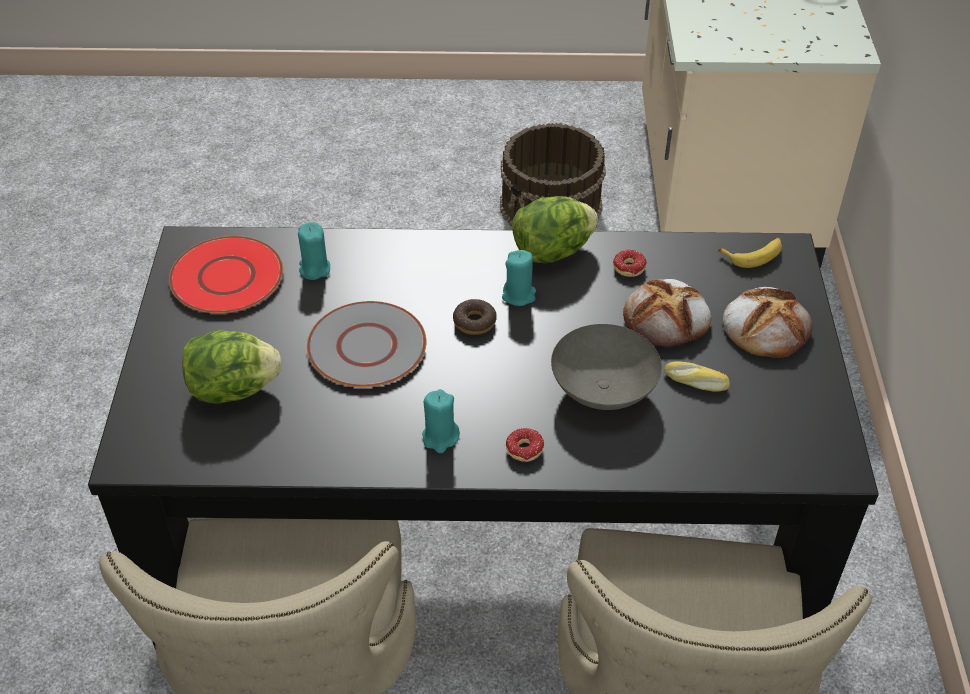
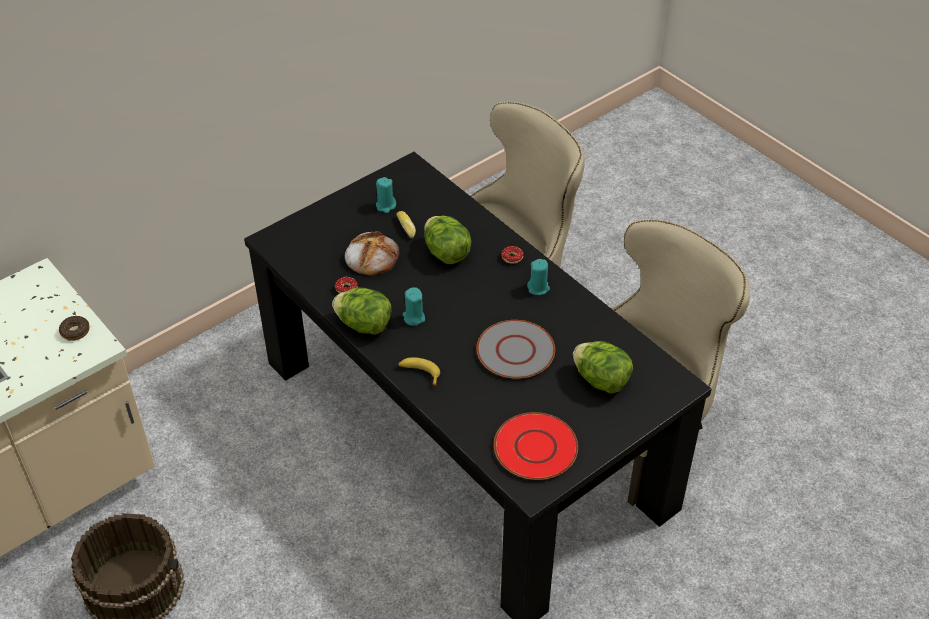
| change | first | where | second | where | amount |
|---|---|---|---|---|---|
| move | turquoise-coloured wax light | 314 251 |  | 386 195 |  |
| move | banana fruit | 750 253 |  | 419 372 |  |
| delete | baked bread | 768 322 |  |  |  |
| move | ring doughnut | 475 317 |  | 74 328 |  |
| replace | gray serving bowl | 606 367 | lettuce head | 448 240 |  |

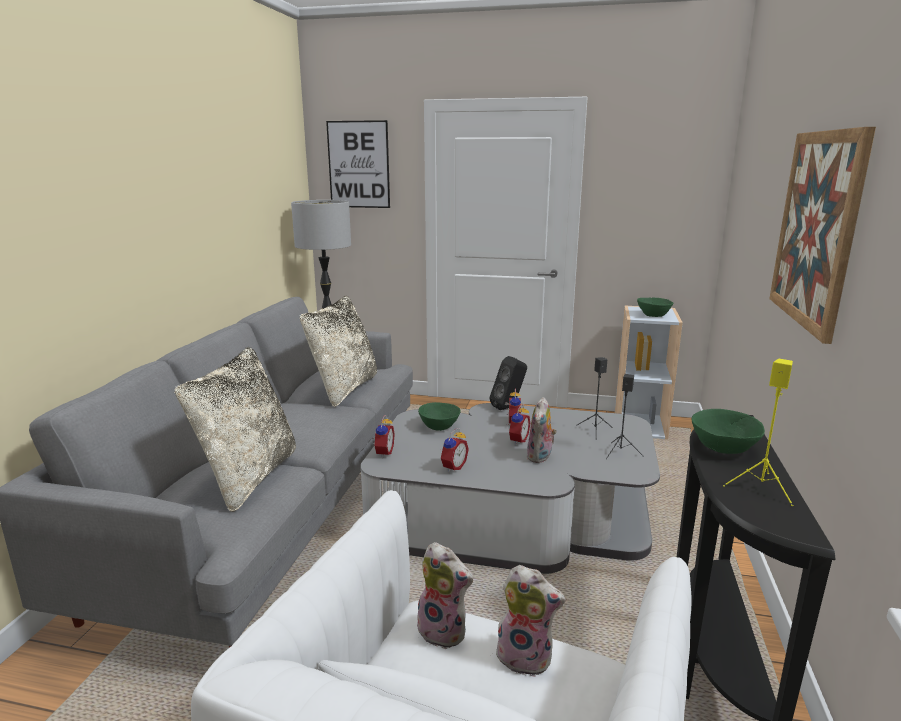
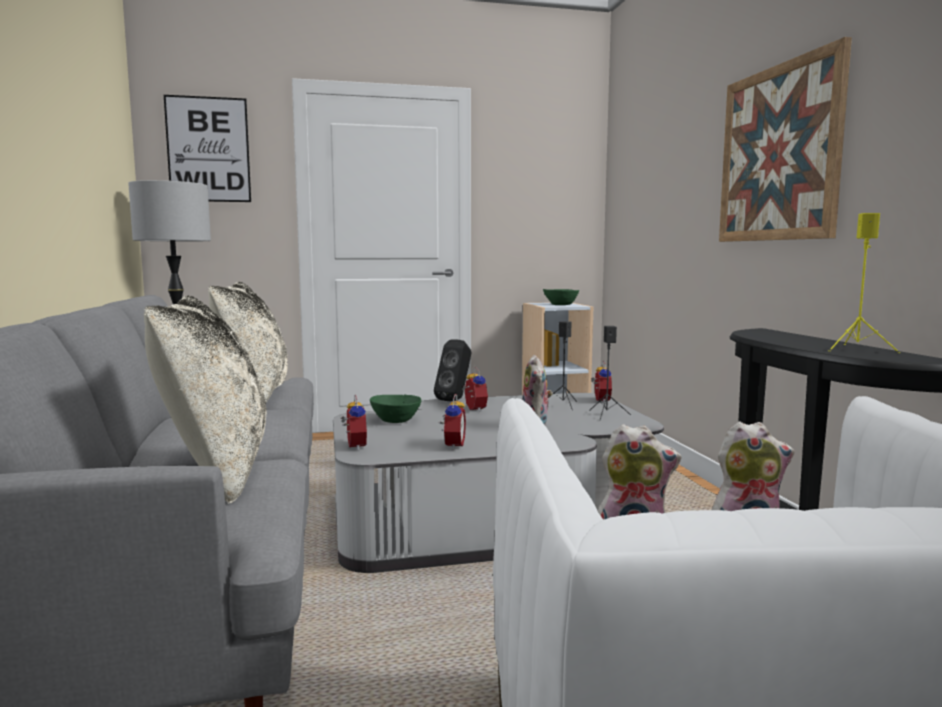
| change | first | where | second | where | amount |
|---|---|---|---|---|---|
| move | bedside clock | 518 424 |  | 601 381 |  |
| delete | green-coloured serving bowl | 728 431 |  |  |  |

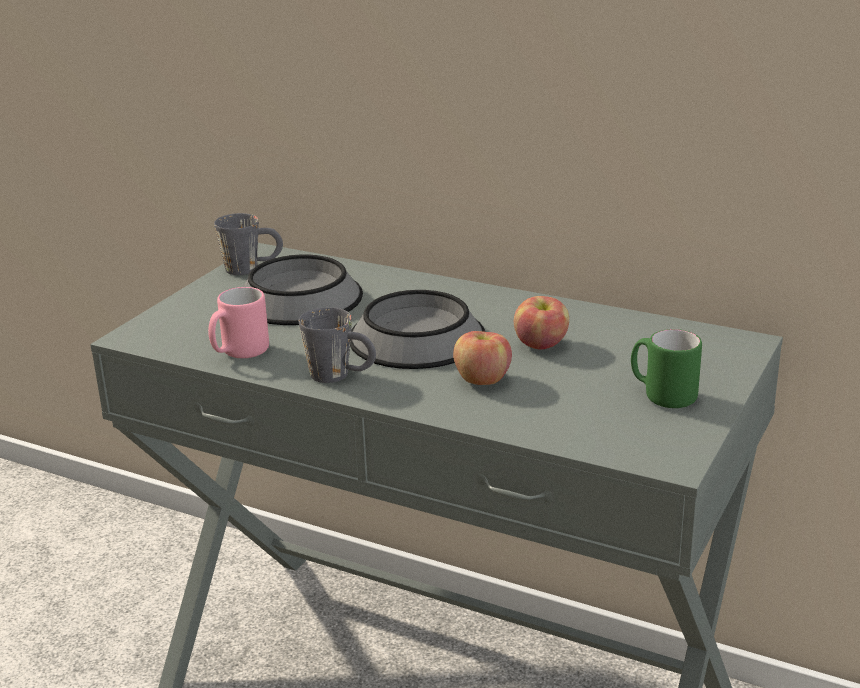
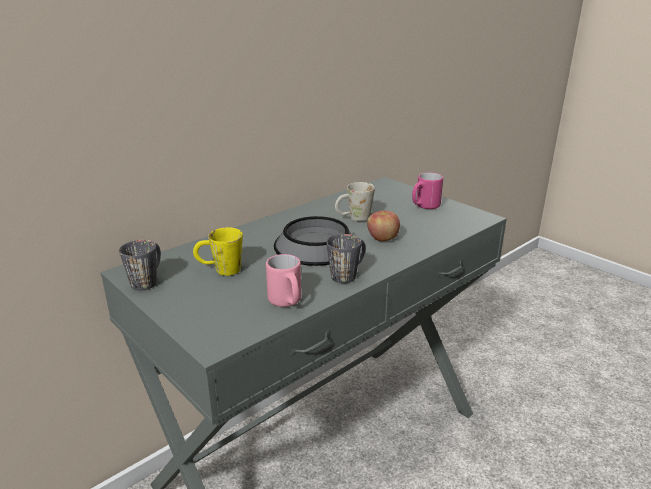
| change | first | where | second | where | amount |
|---|---|---|---|---|---|
| replace | serving bowl | 303 290 | yellow-coloured coffee mug | 218 251 |  |
| replace | apple fruit | 541 323 | whitish coffee mug | 355 201 |  |
| recolor | green-coloured coffee mug | 666 368 | pink coffee mug | 427 190 |  |

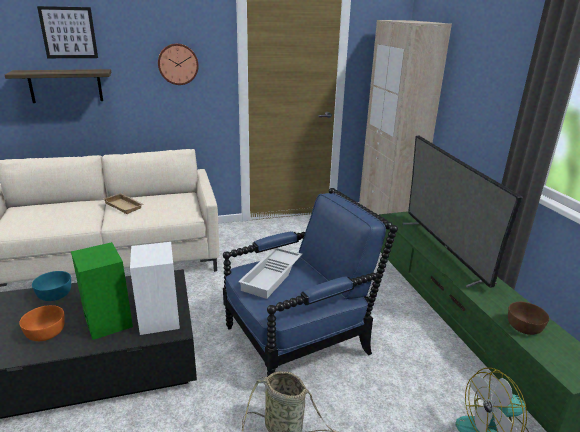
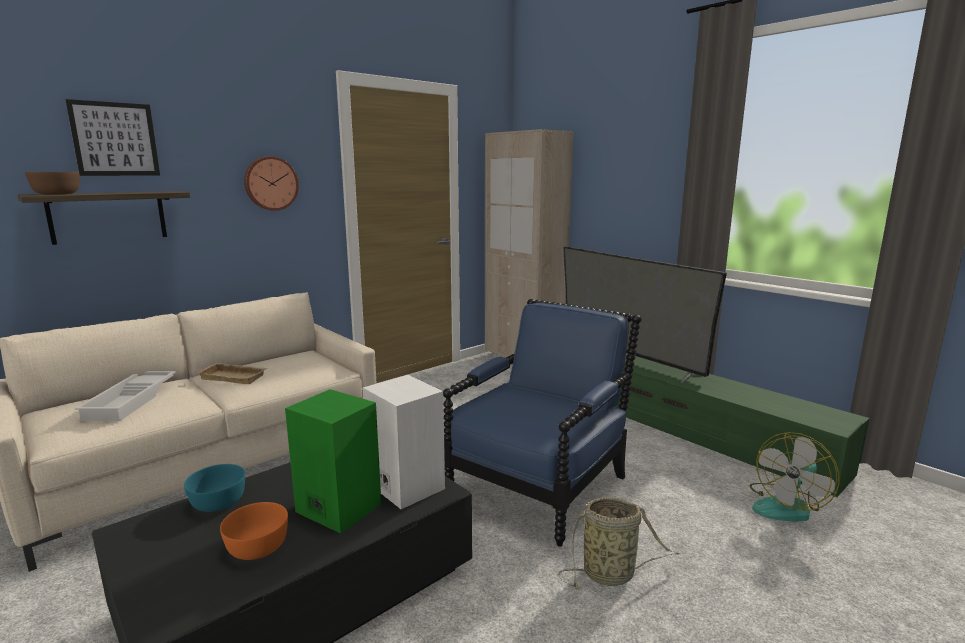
| change | first | where | second | where | amount |
|---|---|---|---|---|---|
| move | whitish serving tray | 270 273 |  | 125 396 |  |
| move | brown-coloured serving bowl | 528 318 |  | 52 183 |  |

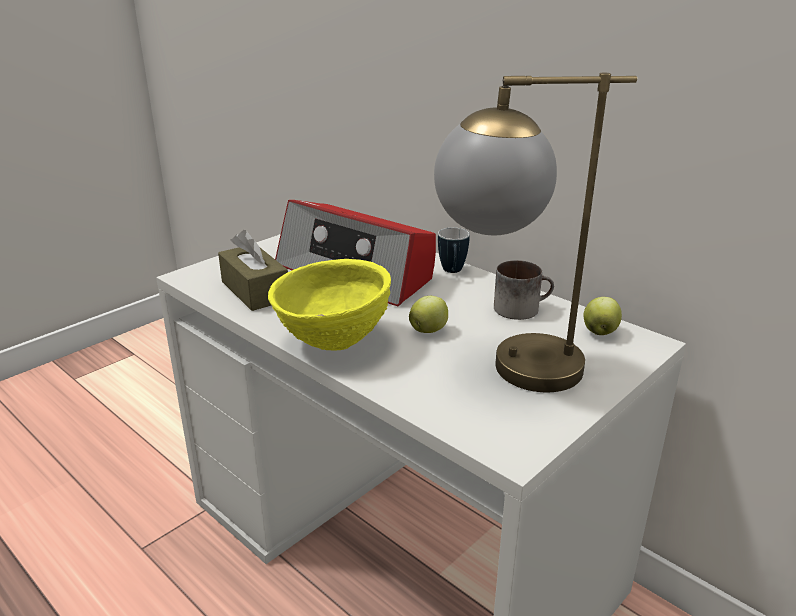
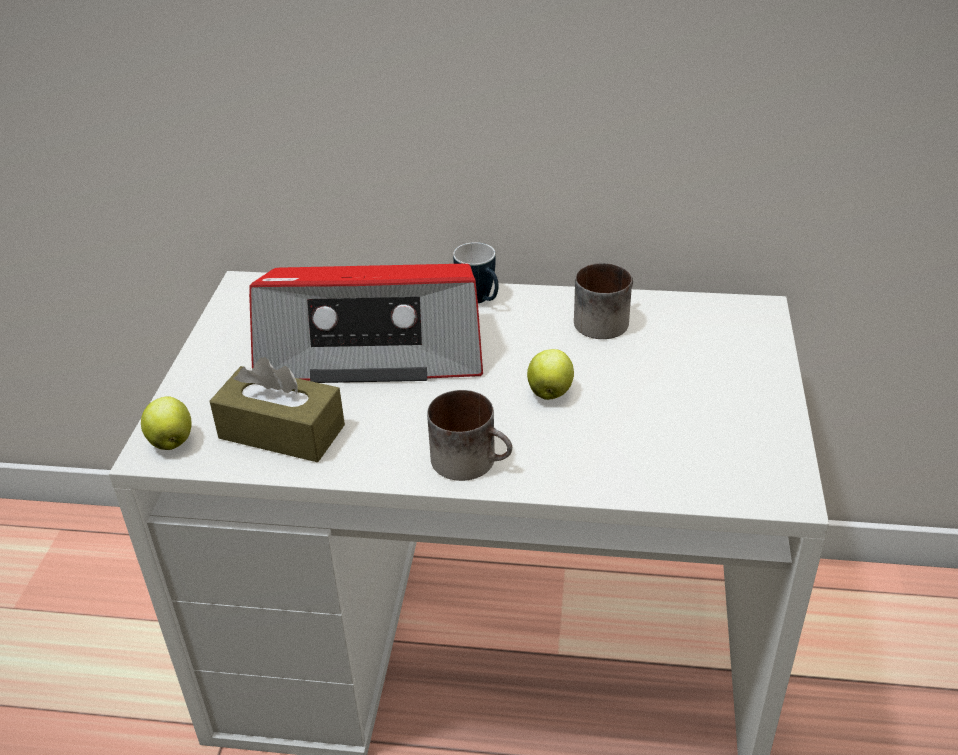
| change | first | where | second | where | amount |
|---|---|---|---|---|---|
| delete | tabletop lamp | 535 232 |  |  |  |
| replace | yellow-coloured serving bowl | 329 305 | coffee mug | 469 435 |  |
| move | apple fruit | 602 316 |  | 166 423 |  |

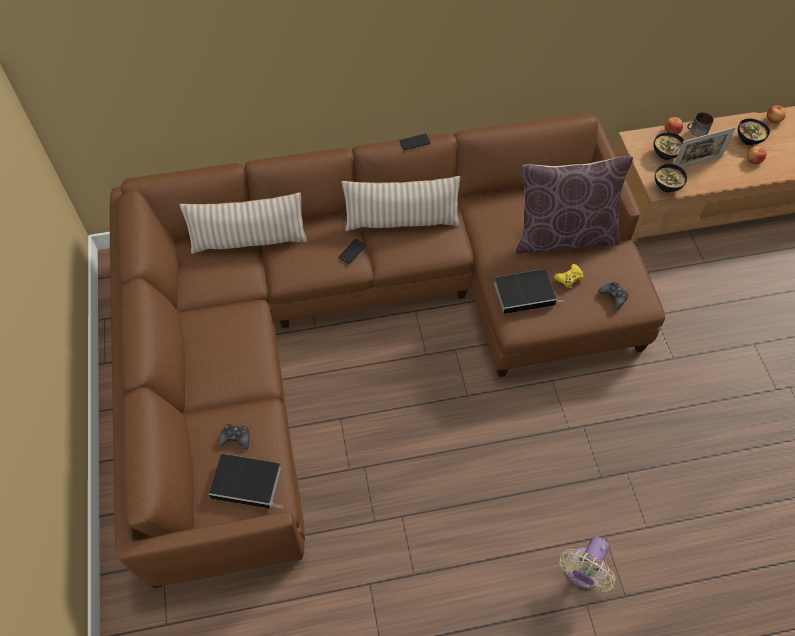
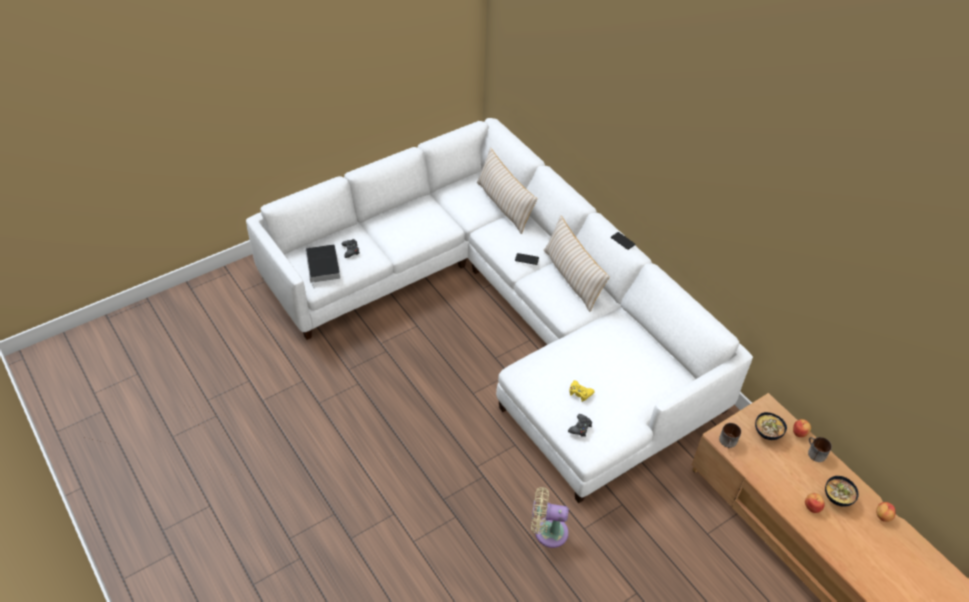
| change | first | where | second | where | amount |
|---|---|---|---|---|---|
| recolor | brown-coloured couch | 387 350 | whitish couch | 499 310 |  |
| delete | standing frame | 705 147 |  |  |  |
| delete | brown-coloured throw pillow | 574 205 |  |  |  |
| replace | serving bowl | 671 178 | coffee mug | 730 435 |  |
| delete | bound book | 529 291 |  |  |  |
| move | beige electric fan | 587 564 |  | 550 517 |  |

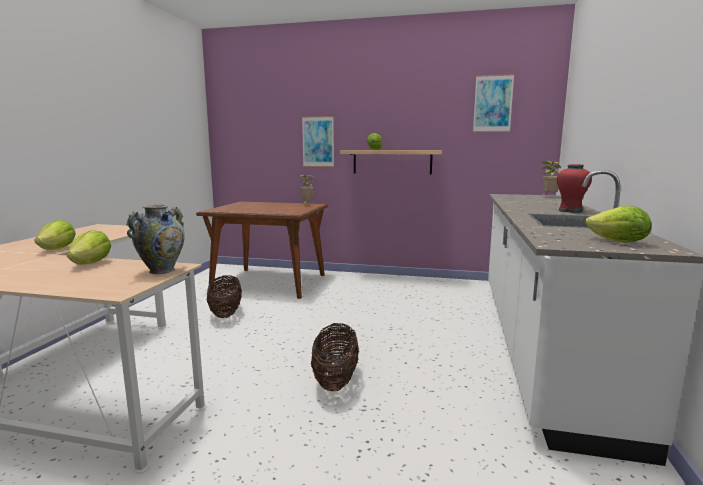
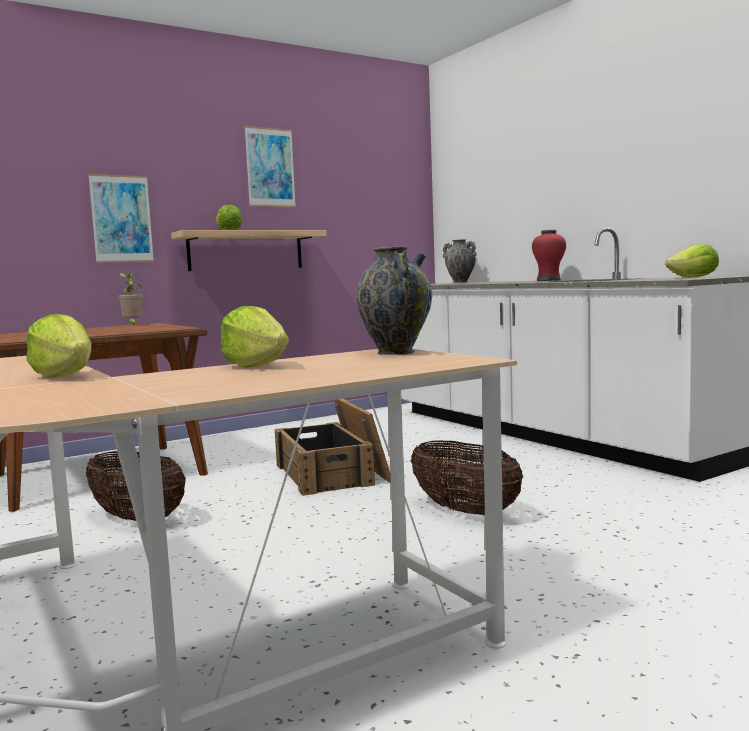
| change | first | where | second | where | amount |
|---|---|---|---|---|---|
| move | wall art | 493 103 |  | 270 166 |  |
| replace | potted plant | 551 178 | flower vase | 460 261 |  |
| insert |  |  | shipping crate | 333 447 |  |

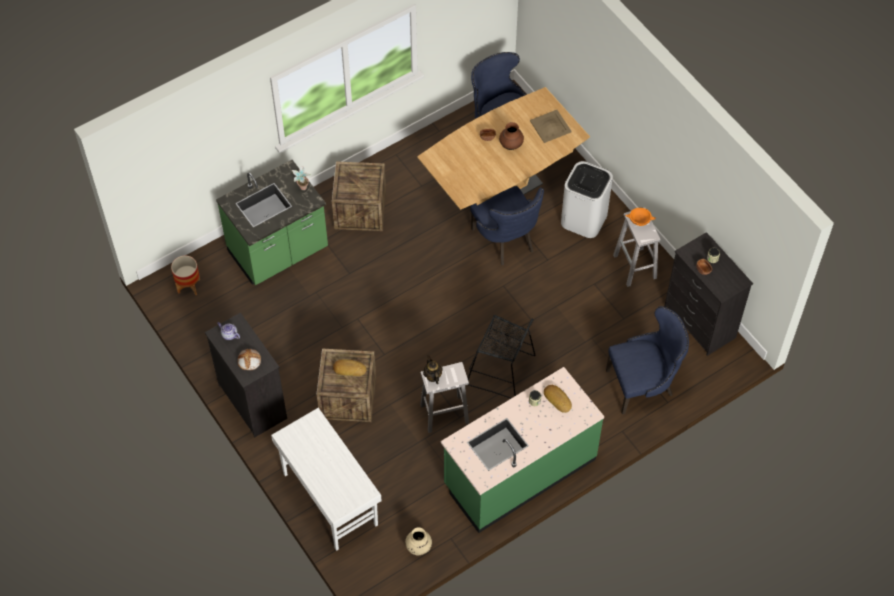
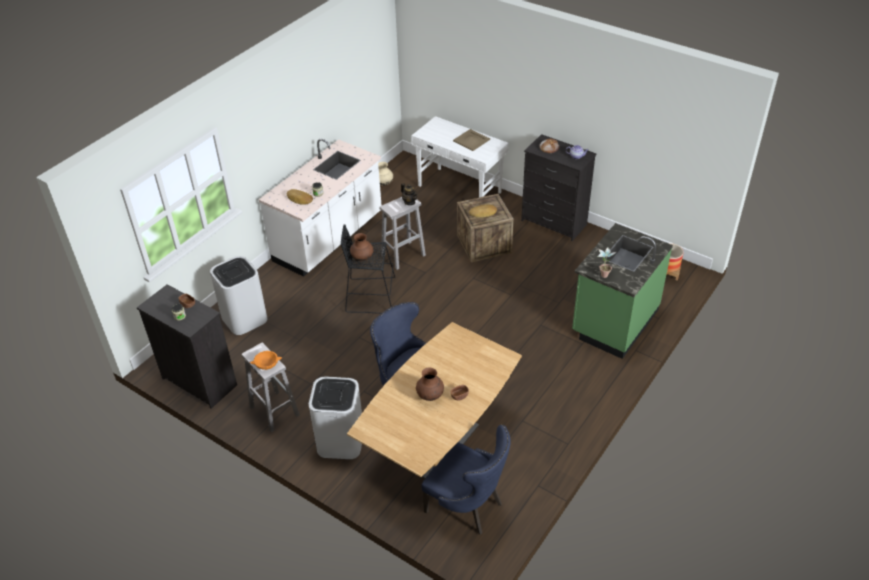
| change | first | where | second | where | amount |
|---|---|---|---|---|---|
| move | beige serving tray | 551 126 |  | 471 140 |  |
| delete | shipping crate | 359 196 |  |  |  |
| replace | blue-coloured plain chair | 647 360 | whitish waste bin | 239 295 |  |
| recolor | green-coloured kitchen counter | 522 450 | whitish kitchen counter | 320 208 |  |
| insert |  |  | brown-coloured flower vase | 362 247 |  |

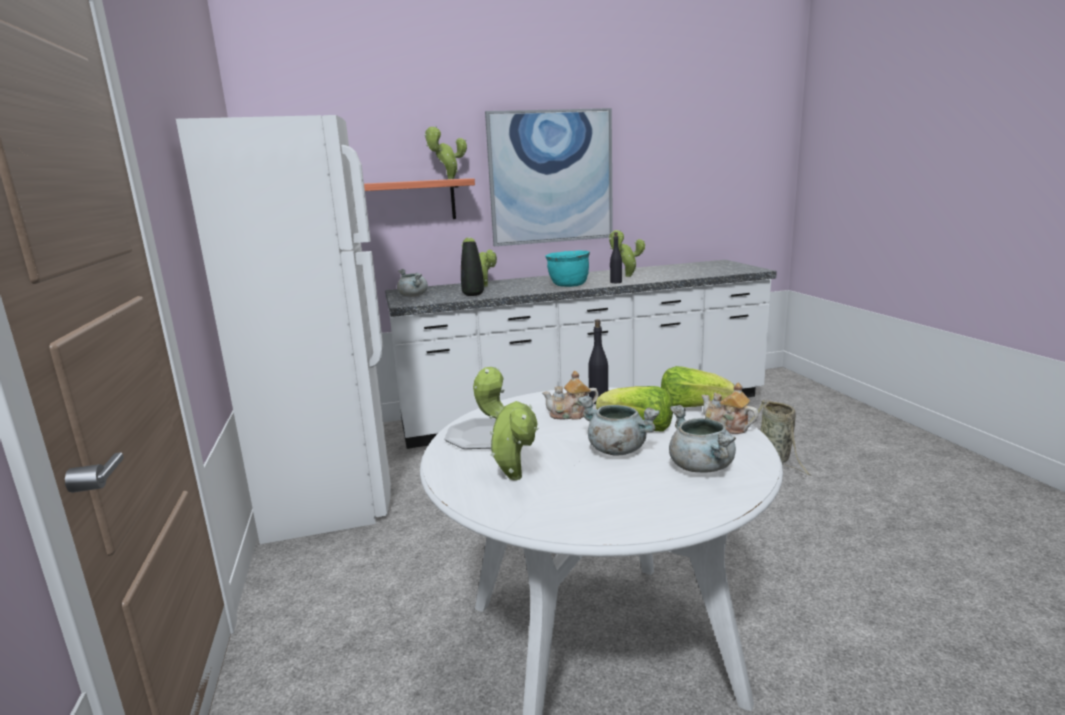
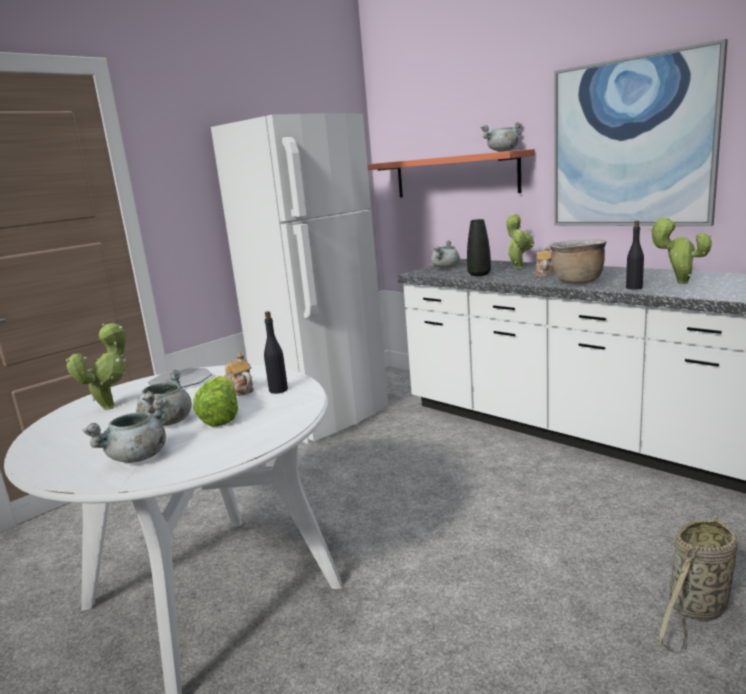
| change | first | where | second | where | amount |
|---|---|---|---|---|---|
| replace | potted plant | 445 152 | gray saucepot | 501 137 |  |
| recolor | turquoise-coloured saucepot | 567 268 | brown-coloured saucepot | 578 261 |  |
| delete | lettuce head | 697 386 |  |  |  |
| move | tea pot | 730 408 |  | 543 261 |  |

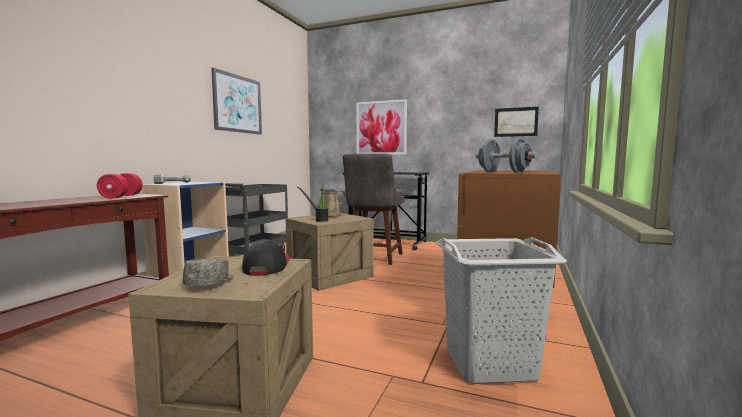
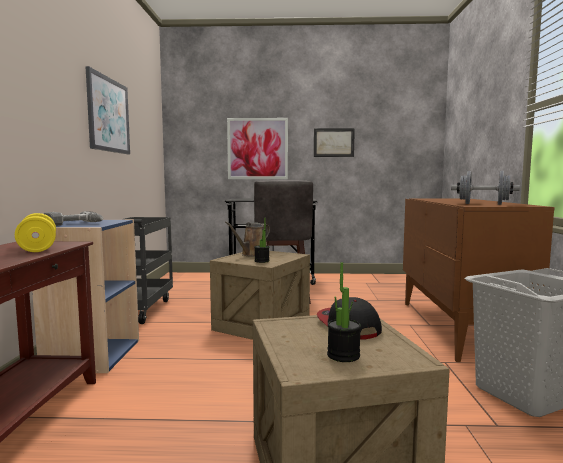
| change | first | where | second | where | amount |
|---|---|---|---|---|---|
| move | wall art | 516 122 |  | 334 142 |  |
| recolor | red-coloured free weight | 120 186 | yellow-coloured free weight | 35 232 |  |
| replace | gray peaked cap | 208 272 | potted plant | 344 312 |  |

